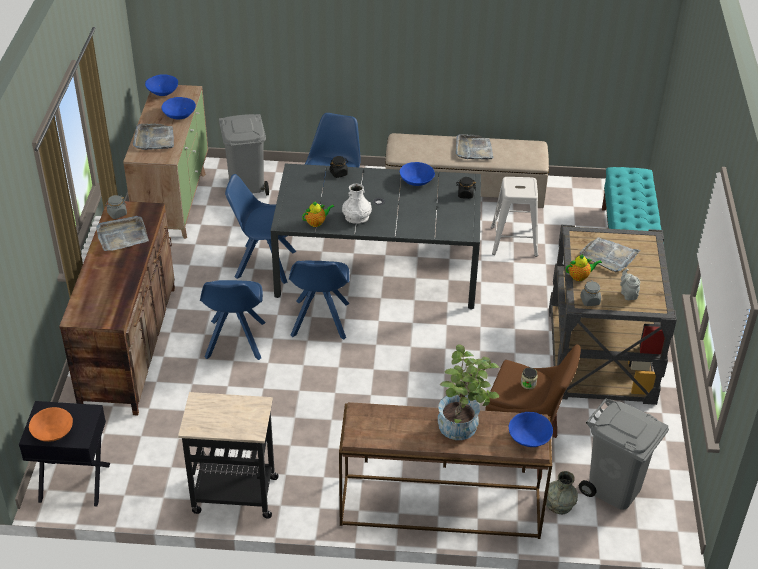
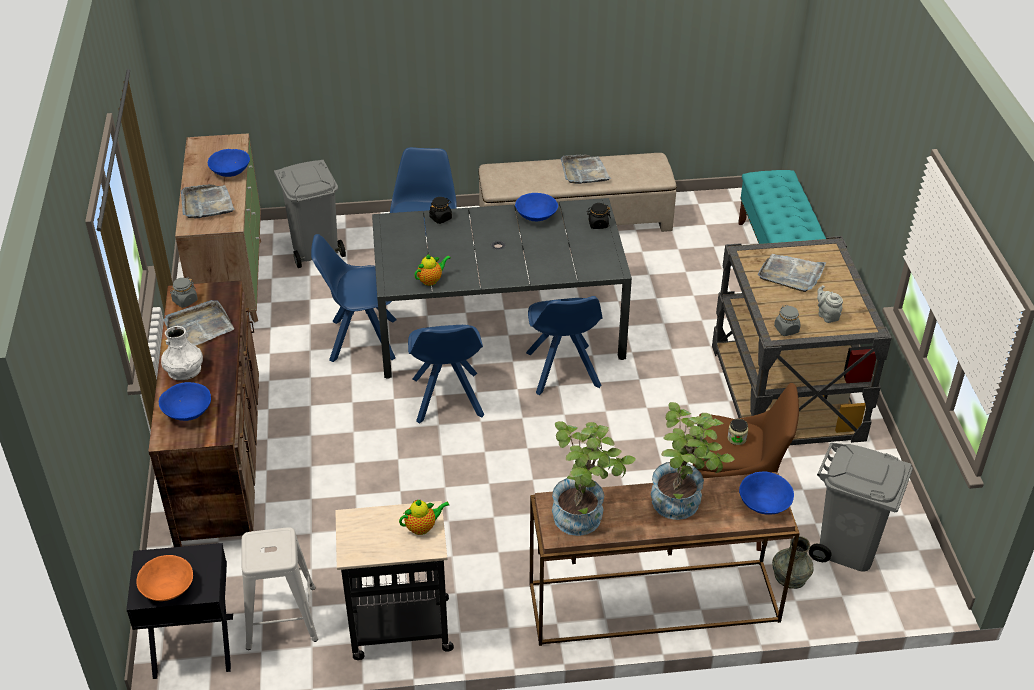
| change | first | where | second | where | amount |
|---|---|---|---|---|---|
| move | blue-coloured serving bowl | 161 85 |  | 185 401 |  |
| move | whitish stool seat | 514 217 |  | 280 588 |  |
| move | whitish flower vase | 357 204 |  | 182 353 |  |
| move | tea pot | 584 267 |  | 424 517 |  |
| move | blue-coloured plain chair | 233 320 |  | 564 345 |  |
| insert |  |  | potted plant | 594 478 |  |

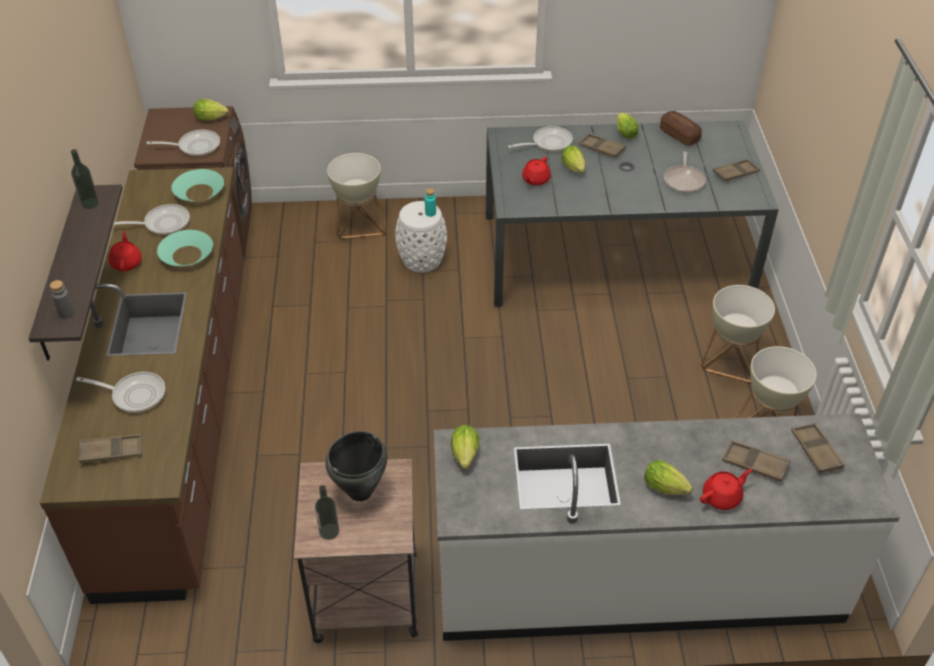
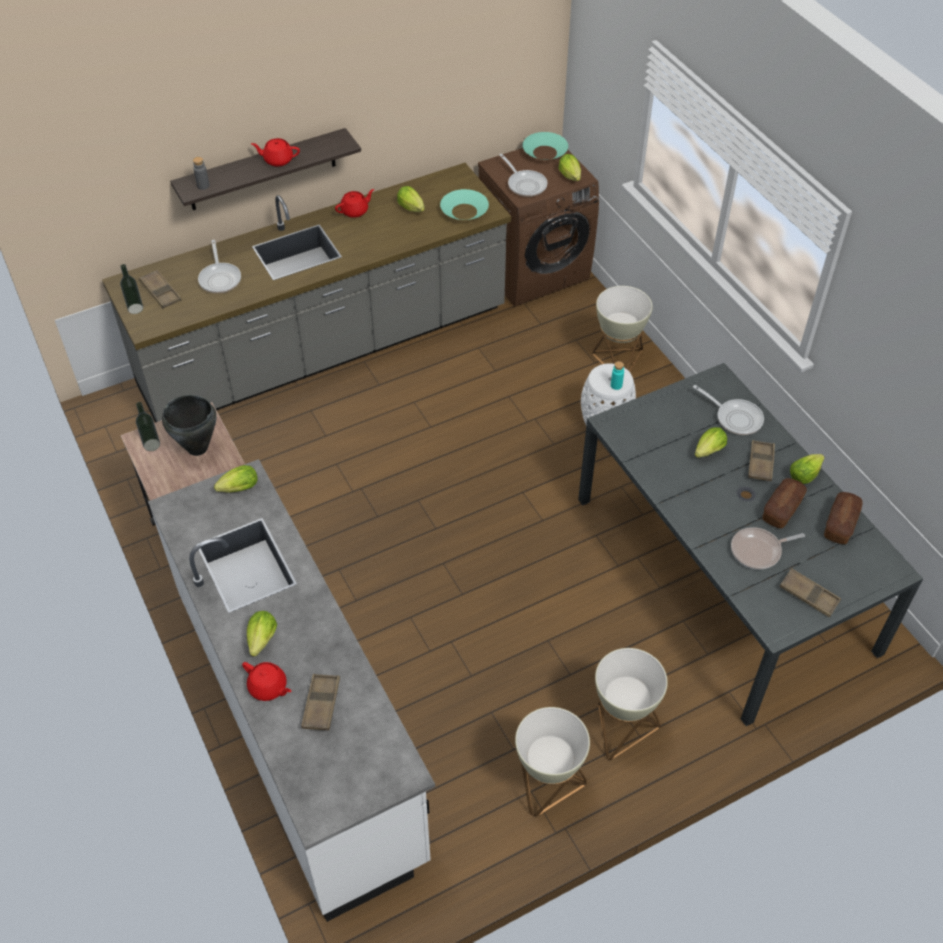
| change | first | where | second | where | amount |
|---|---|---|---|---|---|
| move | beverage bottle | 85 179 |  | 131 289 |  |
| move | red-coloured tea pot | 536 171 |  | 275 152 |  |
| recolor | brown-coloured kitchen counter | 142 385 | gray kitchen counter | 306 293 |  |
| replace | frying pan | 151 219 | lettuce head | 411 199 |  |
| move | turquoise-coloured serving bowl | 185 248 |  | 545 146 |  |
| delete | brown-coloured serving tray | 818 448 |  |  |  |
| insert |  |  | baked bread | 784 503 |  |

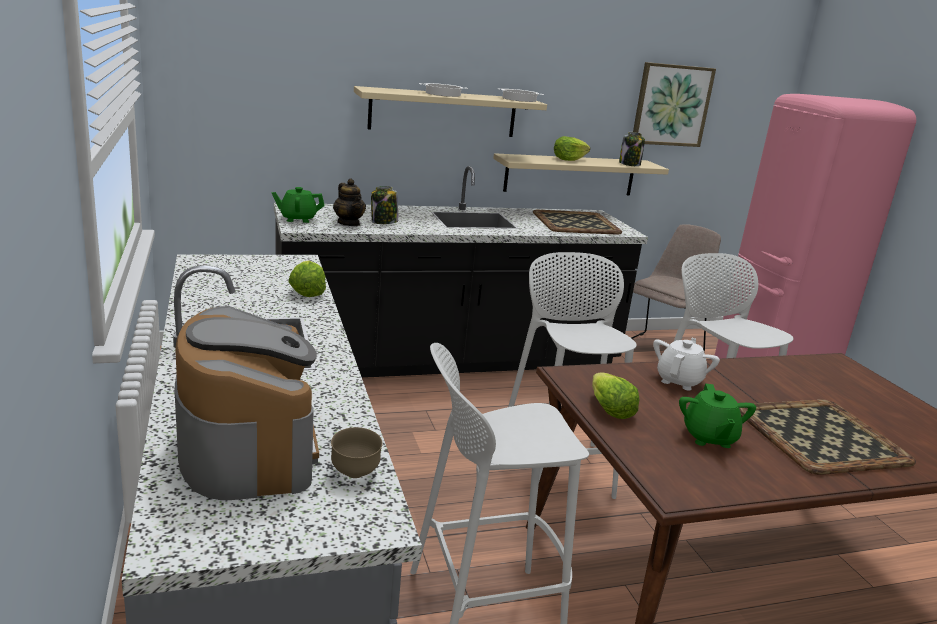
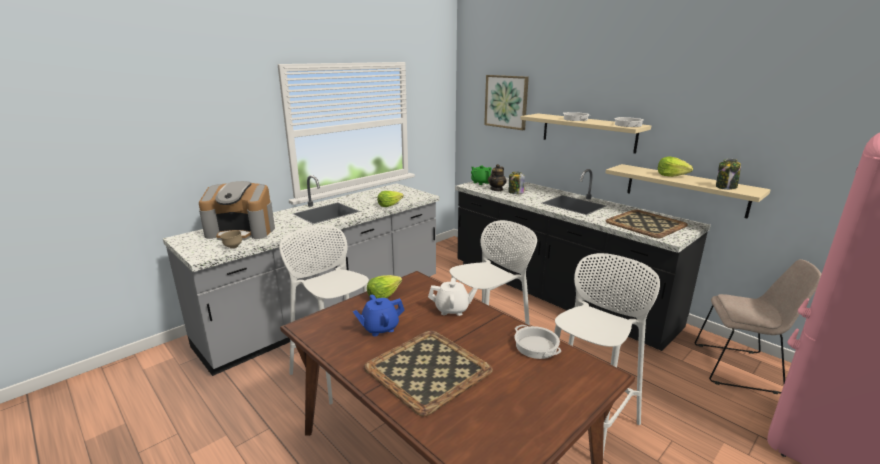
| change | first | where | second | where | amount |
|---|---|---|---|---|---|
| move | wall art | 674 104 |  | 506 102 |  |
| rotate | coffee maker | 246 403 |  | 237 210 | 45 degrees clockwise |
| recolor | green-coloured tea pot | 717 416 | blue-coloured tea pot | 379 315 |  |
| insert |  |  | saucepot | 537 342 |  |

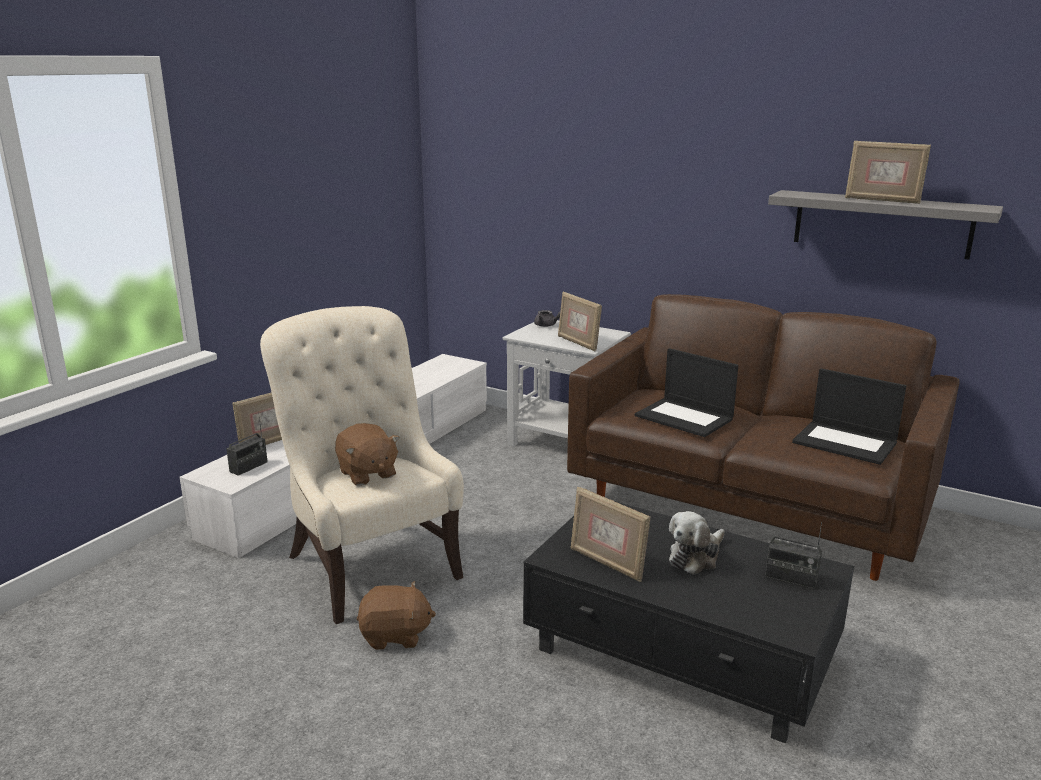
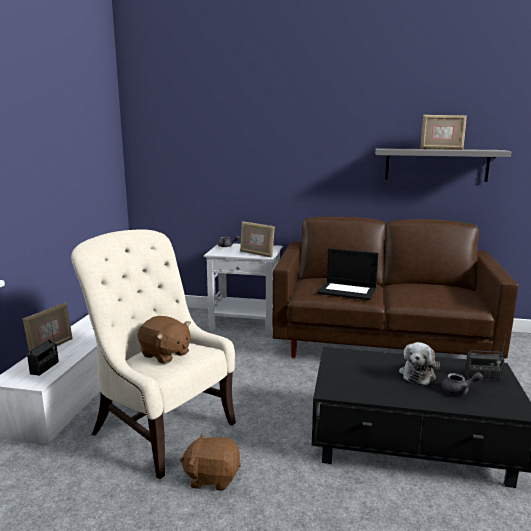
| change | first | where | second | where | amount |
|---|---|---|---|---|---|
| delete | portable computer | 849 416 |  |  |  |
| delete | standing frame | 610 534 |  |  |  |
| rotate | brown-coloured cuddly toy | 396 615 |  | 210 462 | 150 degrees counterclockwise |
| insert |  |  | gray tea pot | 462 383 |  |

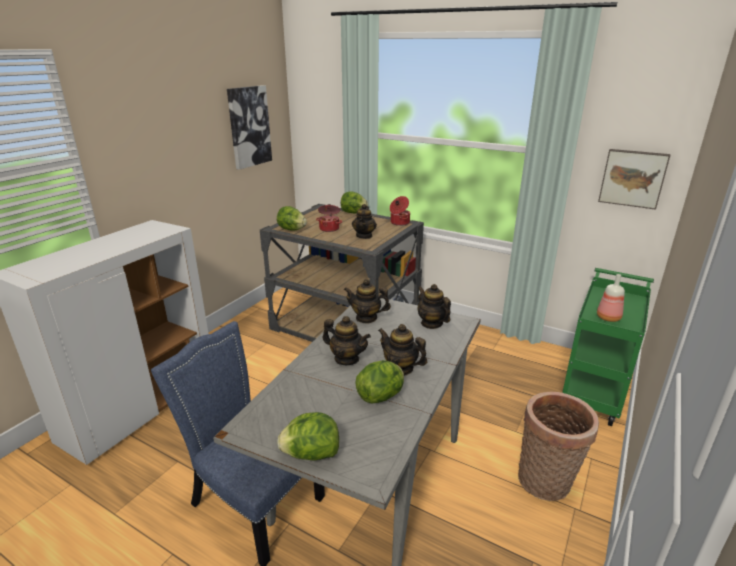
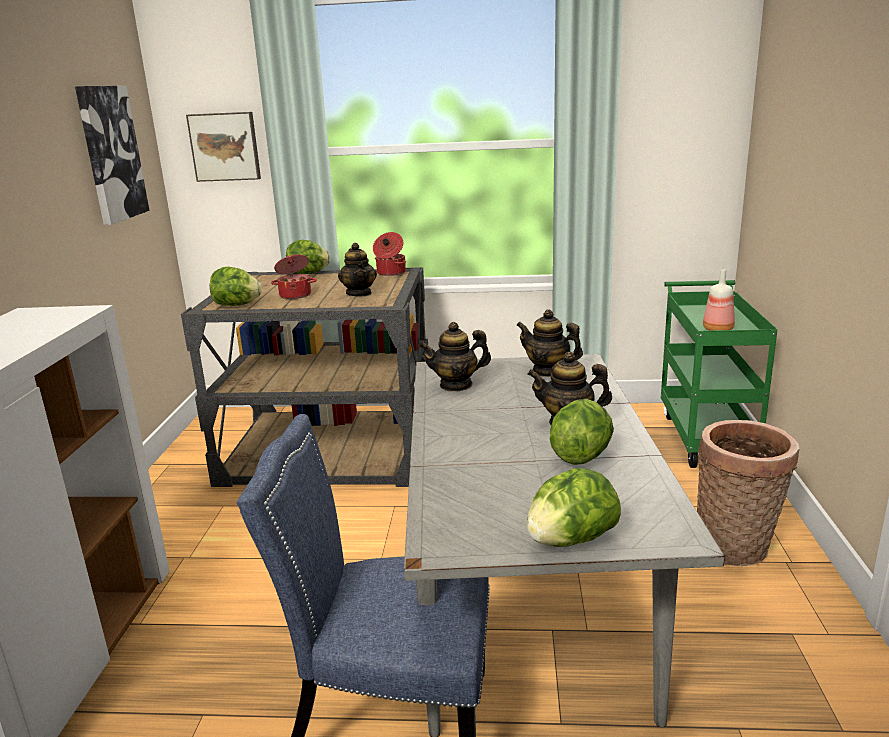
| change | first | where | second | where | amount |
|---|---|---|---|---|---|
| move | wall art | 634 179 |  | 223 147 |  |
| delete | tea pot | 347 340 |  |  |  |

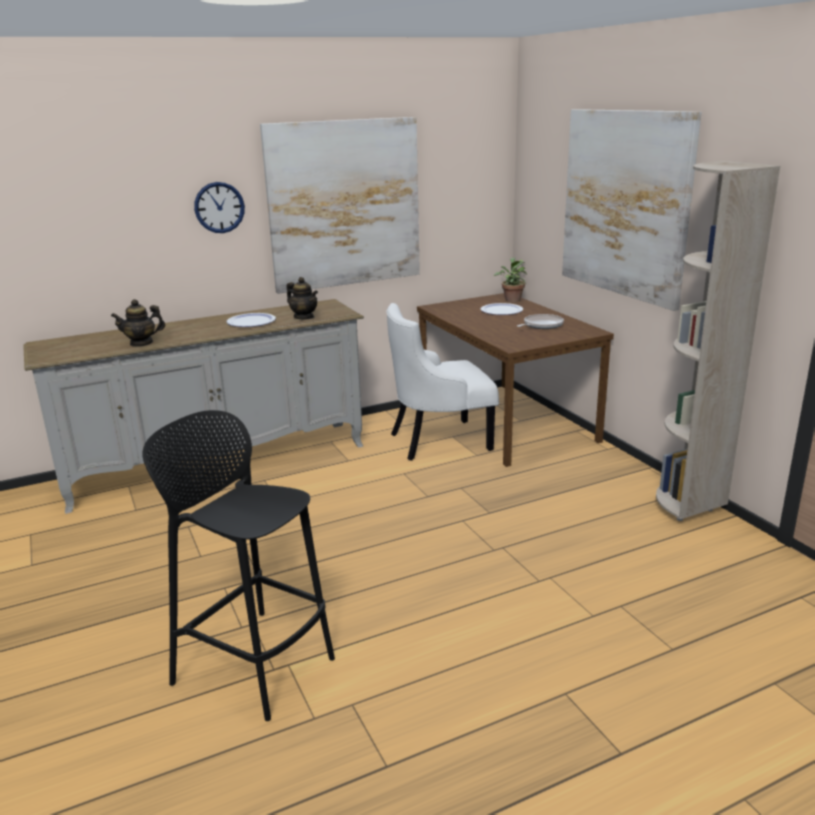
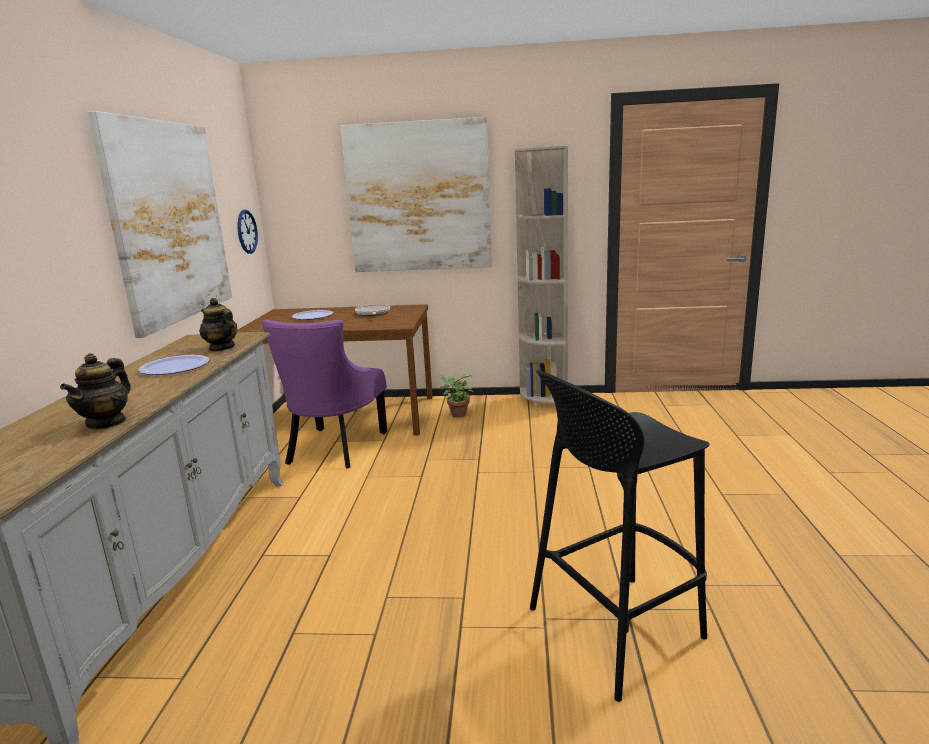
| change | first | where | second | where | amount |
|---|---|---|---|---|---|
| move | wall clock | 219 207 |  | 247 231 |  |
| move | potted plant | 510 279 |  | 456 395 |  |
| rotate | tea pot | 302 298 |  | 218 324 | 120 degrees counterclockwise |
| recolor | whitish plain chair | 442 382 | purplish plain chair | 324 394 |  |

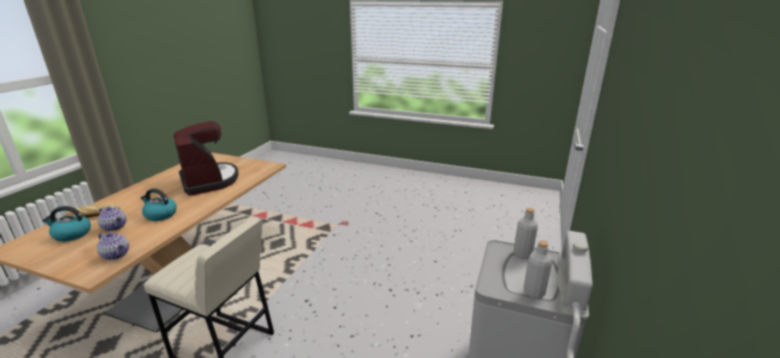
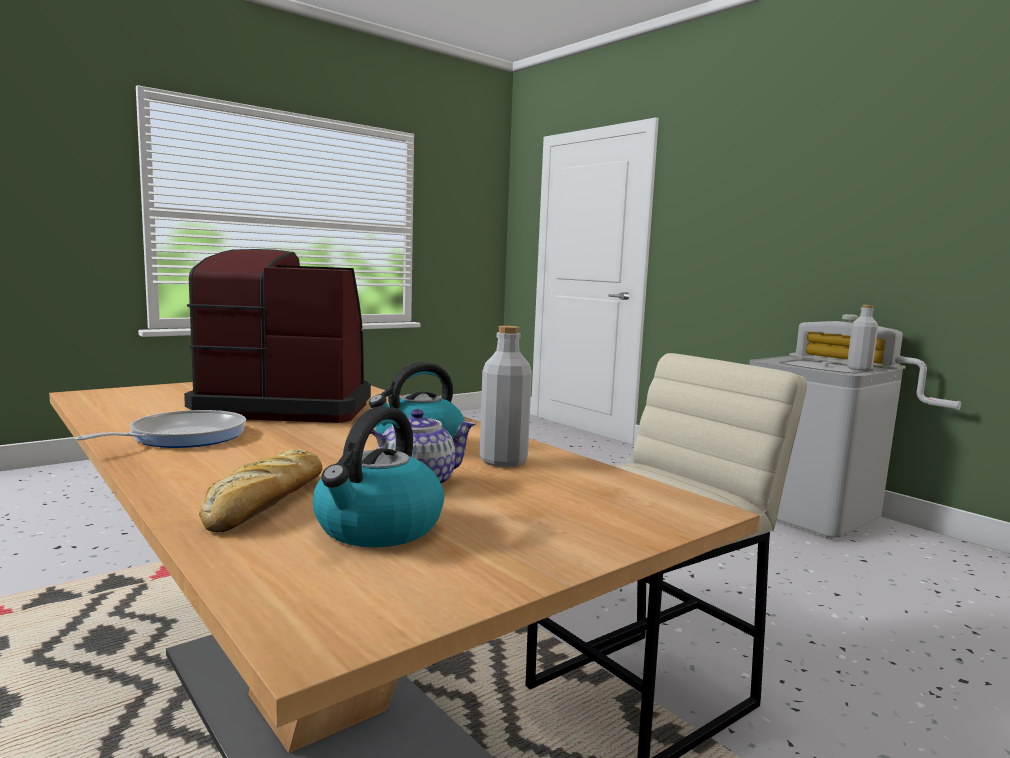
| change | first | where | second | where | amount |
|---|---|---|---|---|---|
| move | gray beverage bottle | 526 233 |  | 506 396 |  |
| delete | tea pot | 113 246 |  |  |  |
| insert |  |  | frying pan | 160 429 |  |

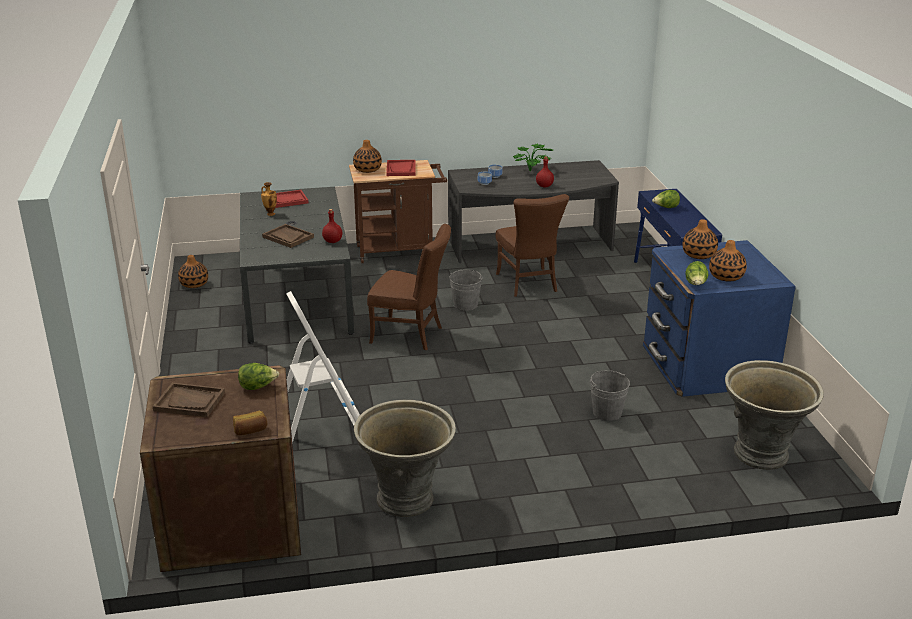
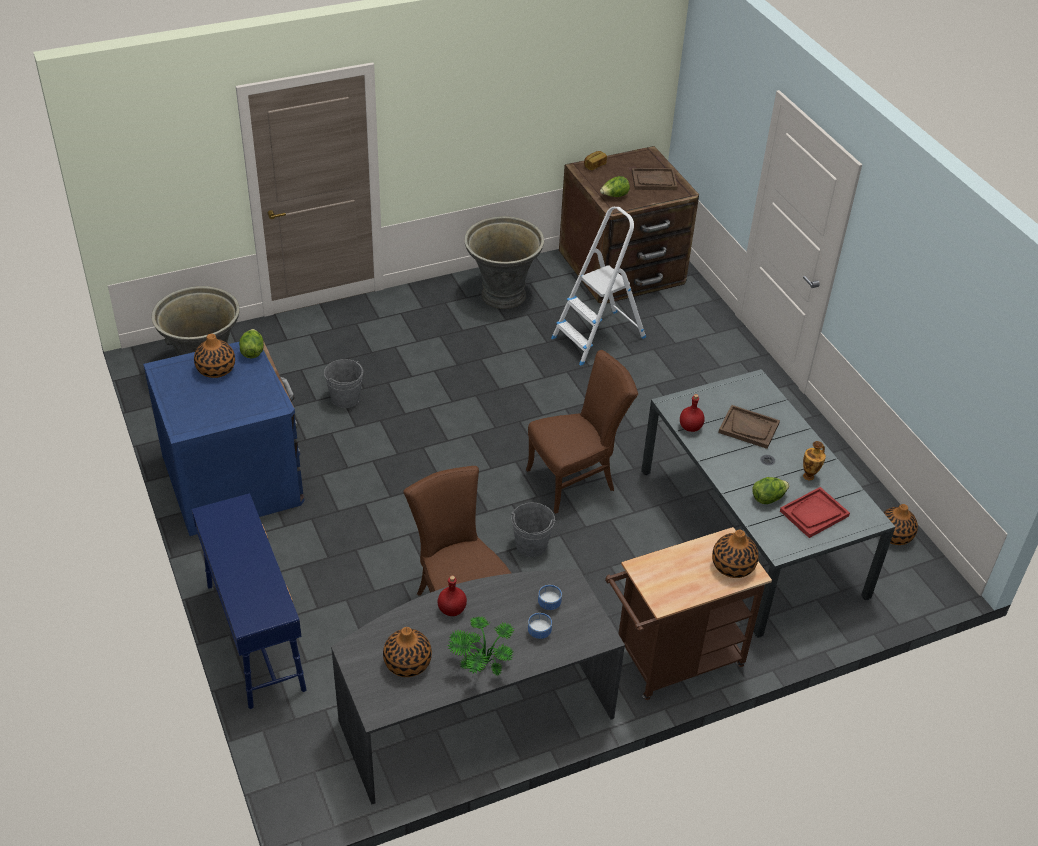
| change | first | where | second | where | amount |
|---|---|---|---|---|---|
| delete | red-coloured serving tray | 401 168 |  |  |  |
| move | lettuce head | 666 199 |  | 771 490 |  |
| move | flower vase | 700 239 |  | 407 652 |  |
| rotate | brown-coloured plain chair | 409 287 |  | 582 432 | 150 degrees clockwise |

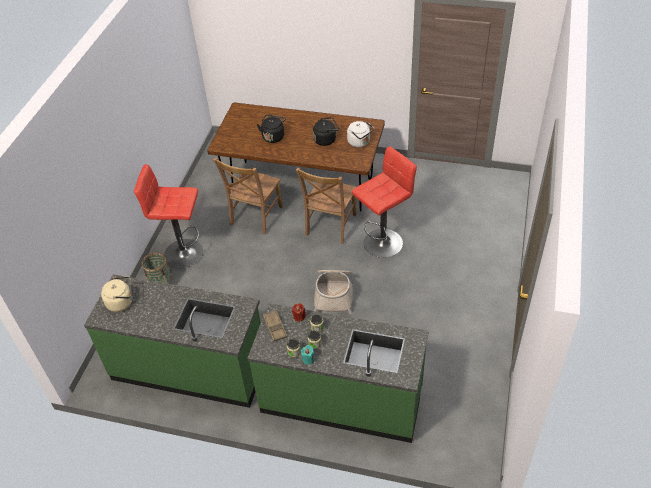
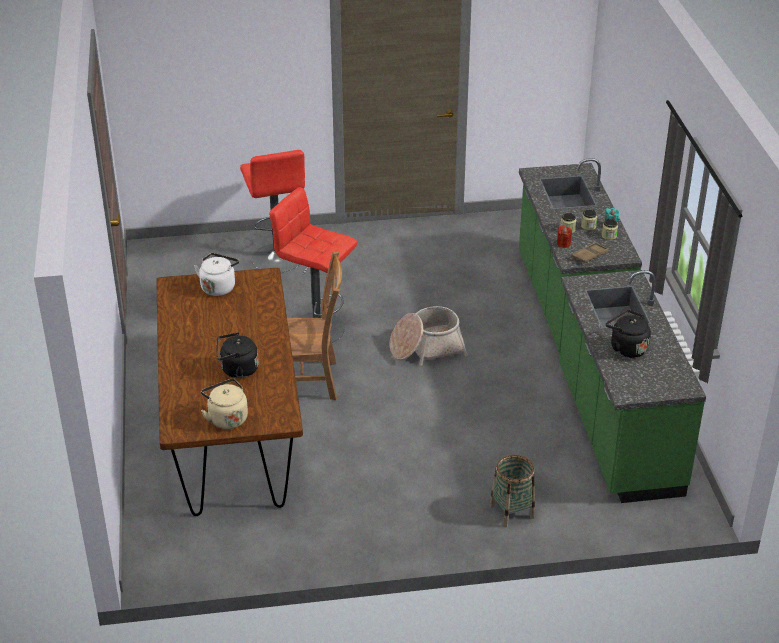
| change | first | where | second | where | amount |
|---|---|---|---|---|---|
| move | black-coloured tea kettle | 326 131 |  | 628 334 |  |
| delete | brown-coloured plain chair | 248 196 |  |  |  |
| move | red-coloured stool seat | 168 216 |  | 272 211 |  |
| move | beige tea kettle | 116 294 |  | 224 403 |  |

